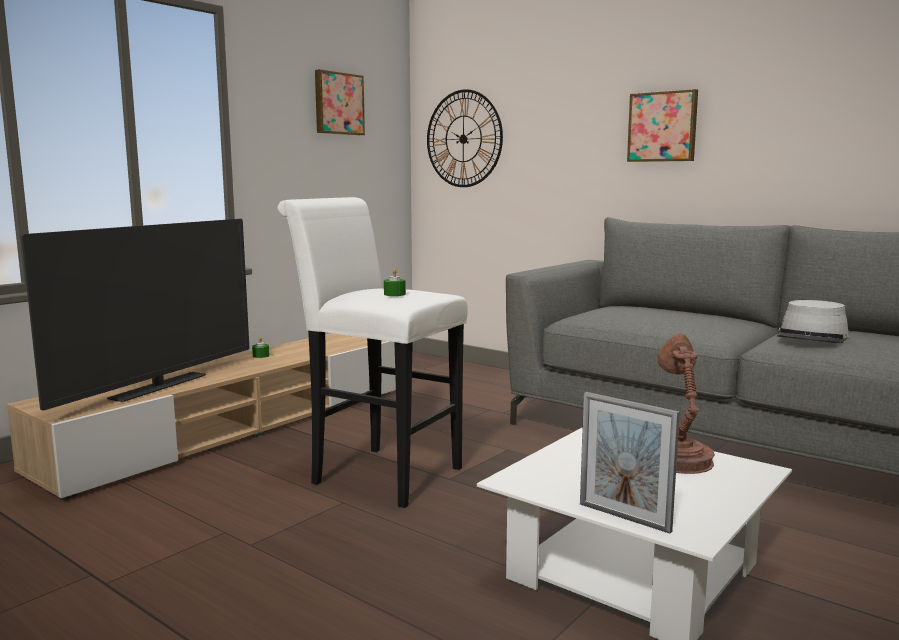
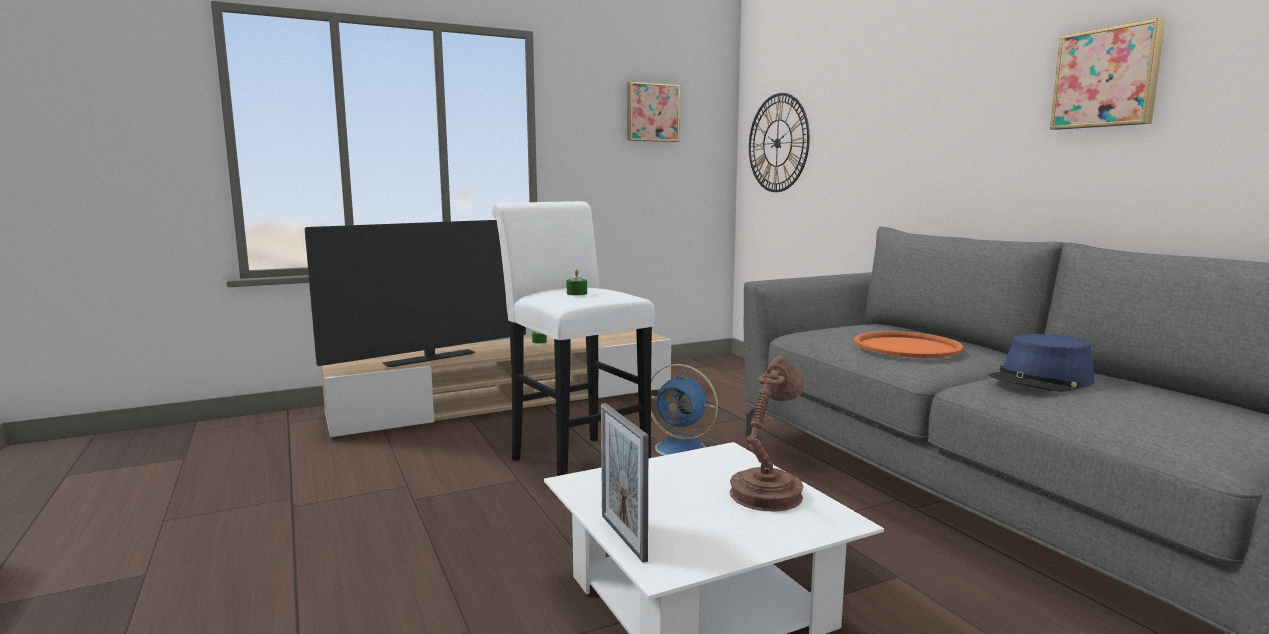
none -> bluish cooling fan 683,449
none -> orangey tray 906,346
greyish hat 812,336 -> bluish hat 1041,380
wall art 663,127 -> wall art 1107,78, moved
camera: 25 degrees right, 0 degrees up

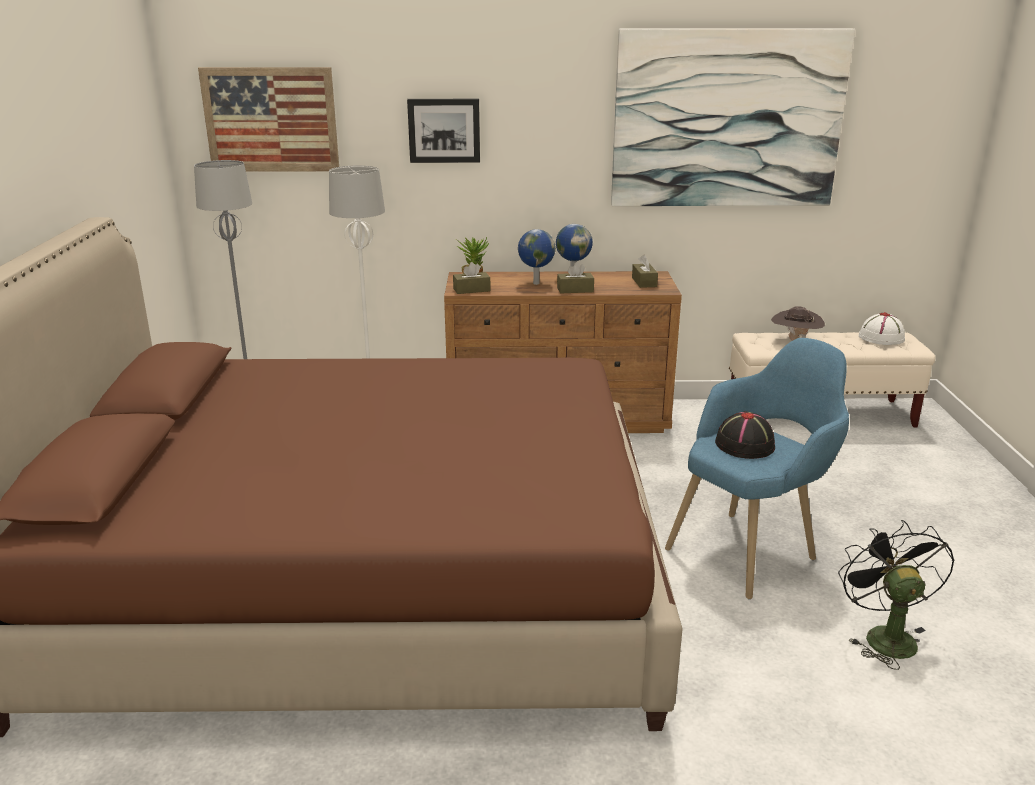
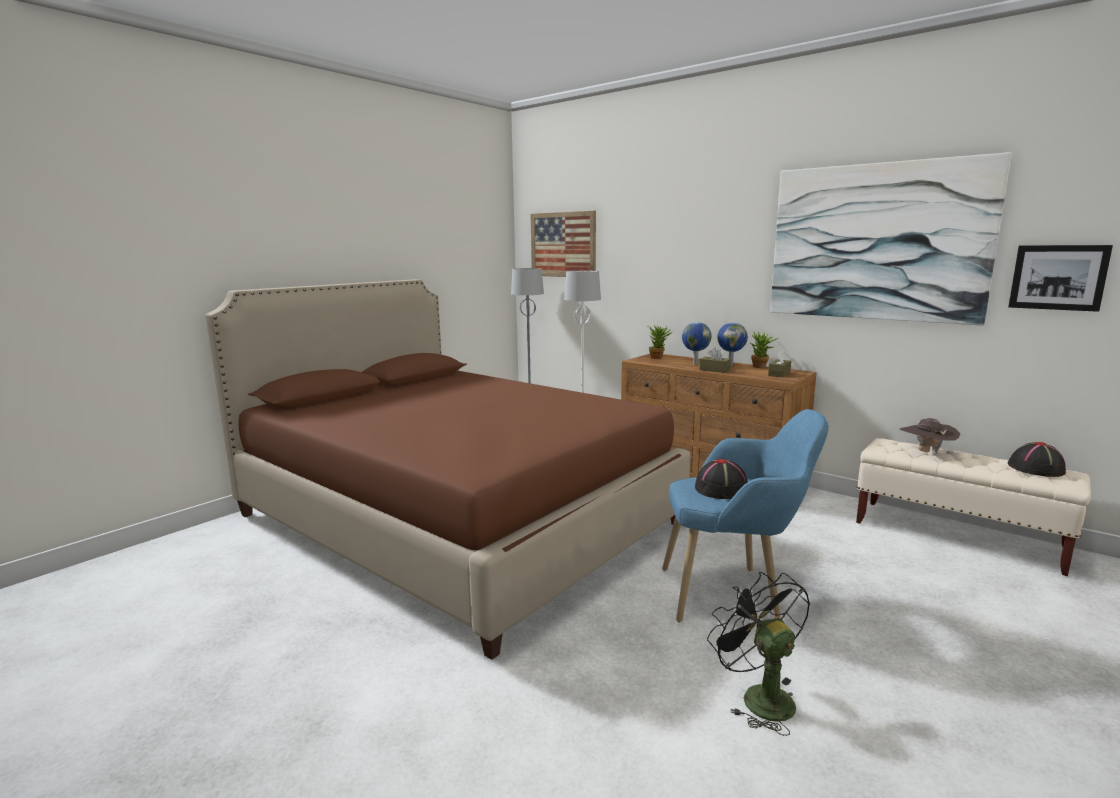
black-coloured cooling fan 884,635 -> black-coloured cooling fan 758,696, 60 degrees counterclockwise
none -> plant in a pot 761,367
wall art 444,130 -> wall art 1058,277, moved
white hat 881,338 -> black-coloured hat 1036,469
brownish tissue box 471,290 -> none
camera: 40 degrees right, 10 degrees down

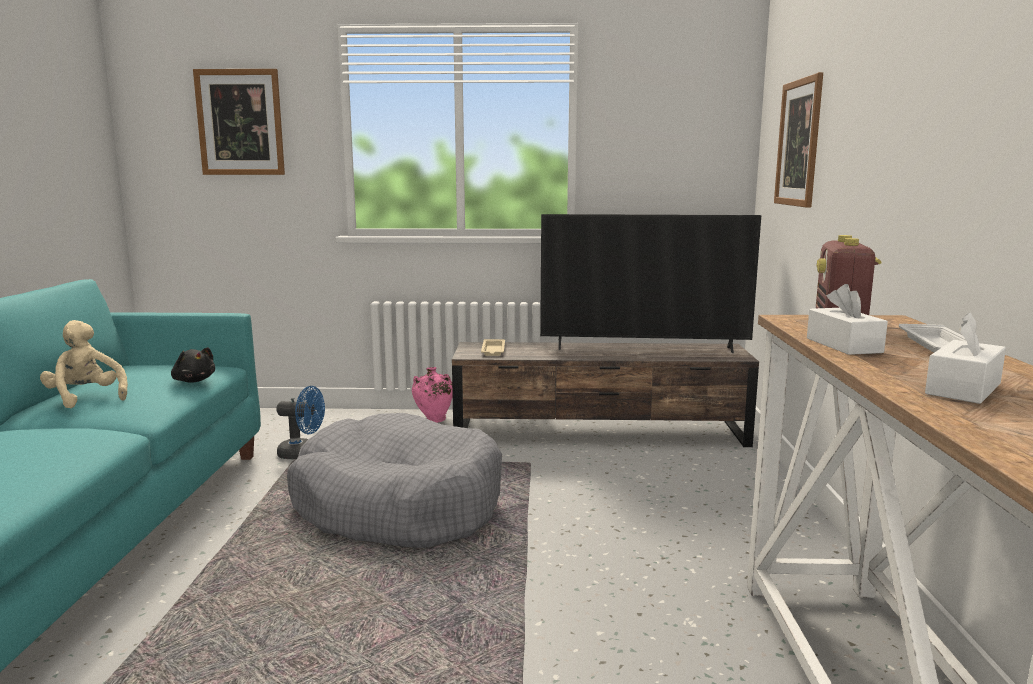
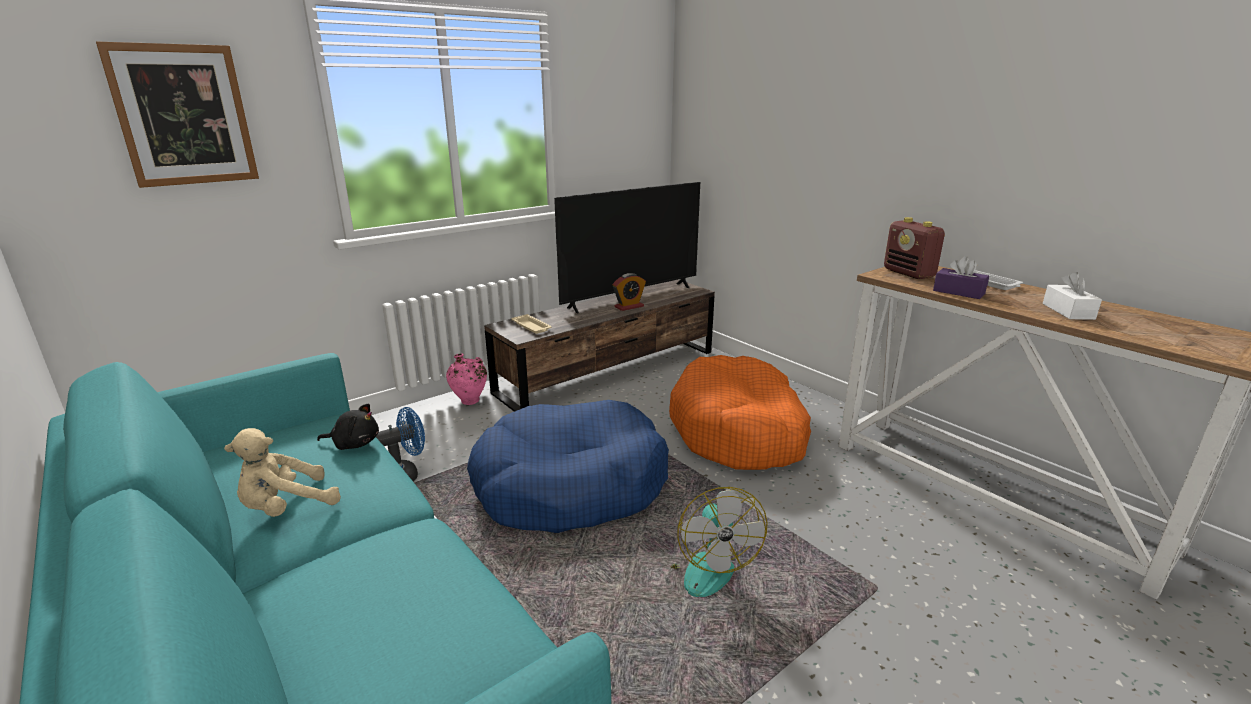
sand-coloured soft toy 86,398 -> sand-coloured soft toy 286,508, 45 degrees counterclockwise
greyish dog cushion 398,505 -> bluish dog cushion 570,485
none -> table clock 629,306
none -> orangey dog cushion 738,431
none -> cooling fan 704,565
white tissue box 843,345 -> purplish tissue box 958,292
wall art 798,143 -> none
camera: 40 degrees left, 10 degrees up

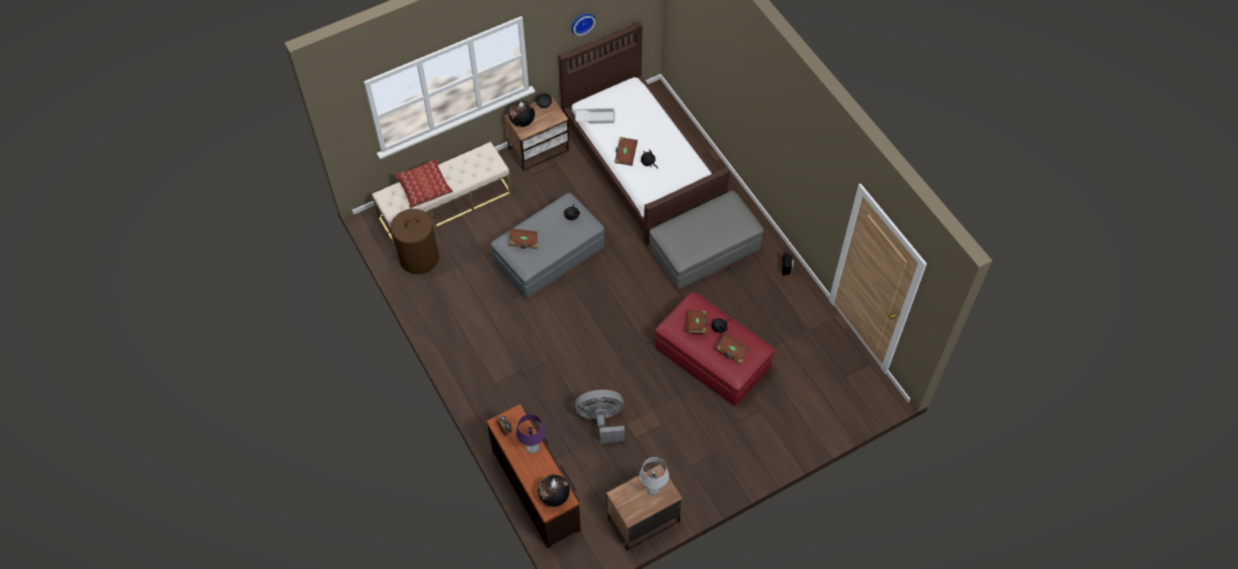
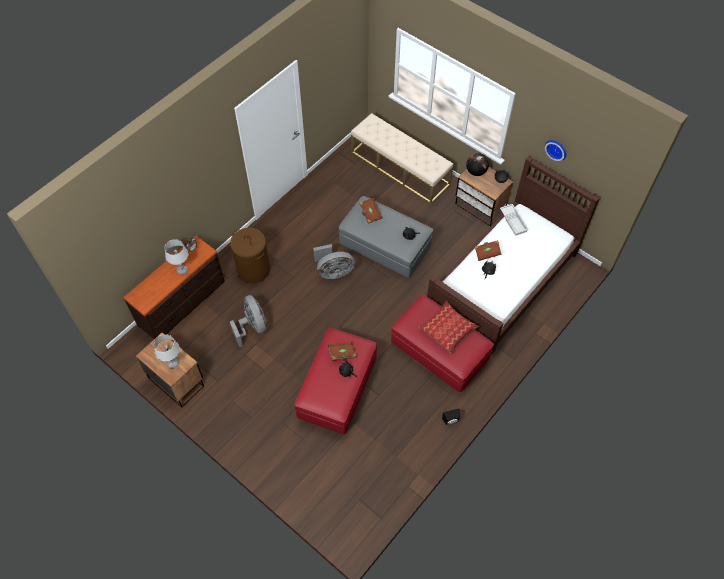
purplish lamp for a table 532,447 -> greyish lamp for a table 182,270
brownish hamper 419,258 -> brownish hamper 253,269, moved
none -> greyish cooling fan 333,272
greyish footrest 704,250 -> red-coloured footrest 439,351
cushion 424,187 -> cushion 448,329, moved
globe 554,497 -> none
brownish volume 731,352 -> none
camera: 70 degrees right, 0 degrees up

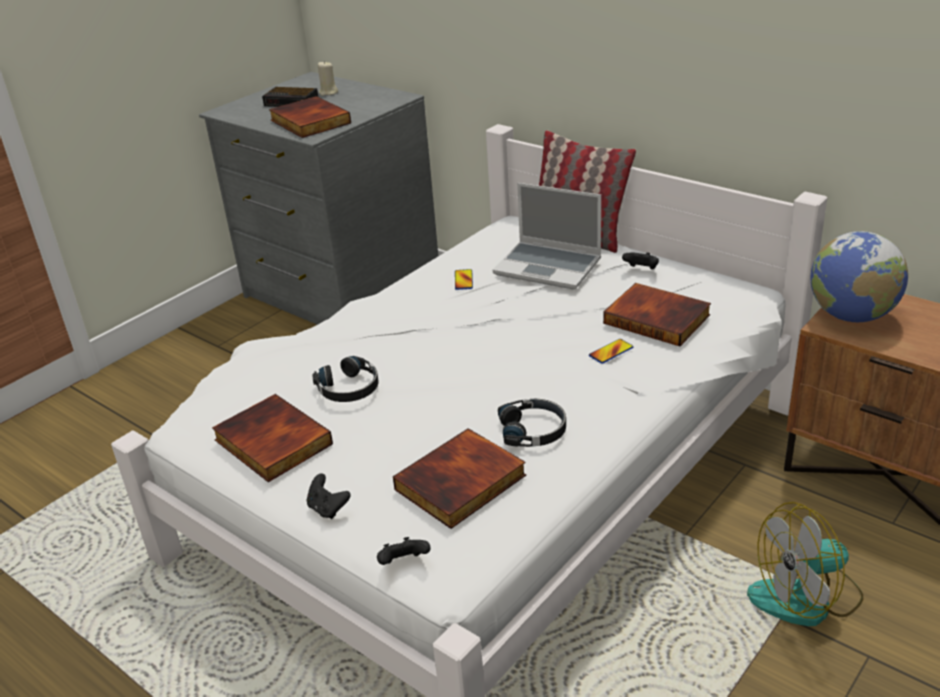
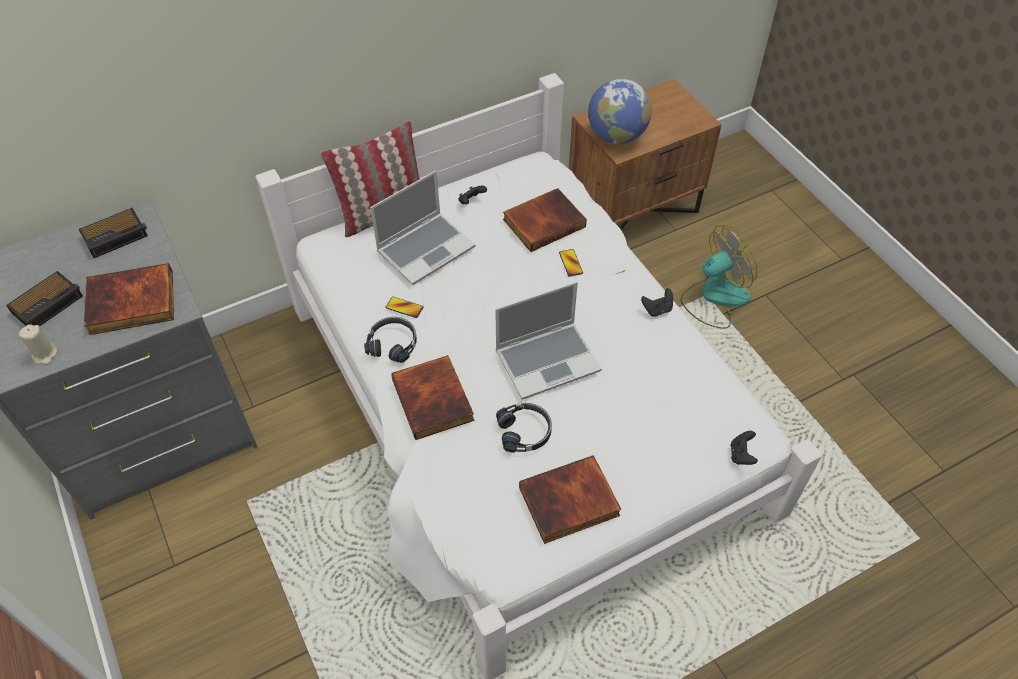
sand-coloured candle 328,92 -> sand-coloured candle 45,354, moved
none -> table clock 116,236
black-coloured headset 533,431 -> black-coloured headset 393,343, moved
volume 461,484 -> volume 434,400, moved
none -> notebook computer 548,360
black-coloured game controller 328,509 -> black-coloured game controller 657,309, moved
cooling fan 806,597 -> cooling fan 714,297, 120 degrees counterclockwise
camera: 70 degrees left, 20 degrees up

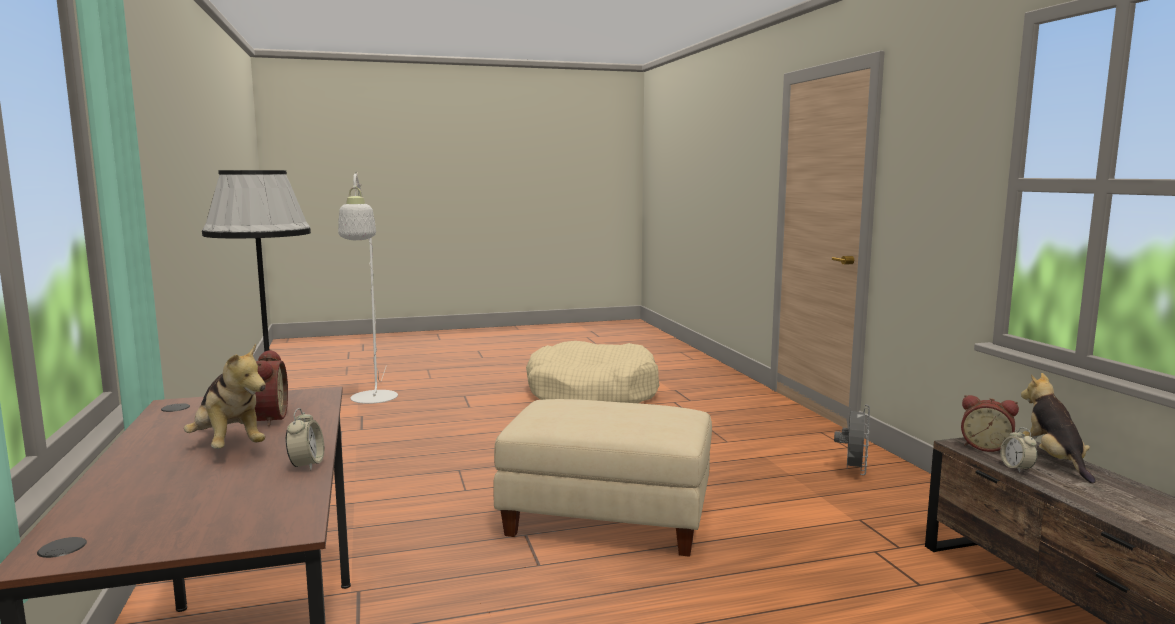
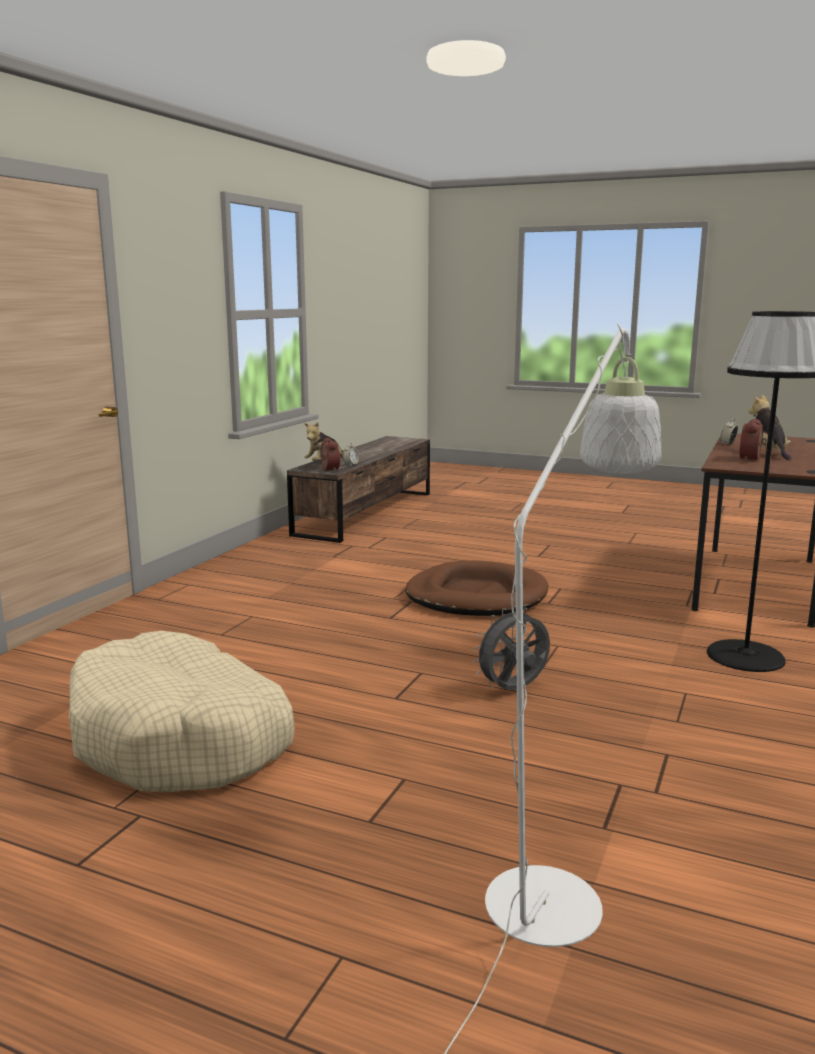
sand-coloured footrest 608,518 -> brownish dog cushion 476,596
greyish cooling fan 853,471 -> greyish cooling fan 513,690, moved
camera: 140 degrees left, 5 degrees up

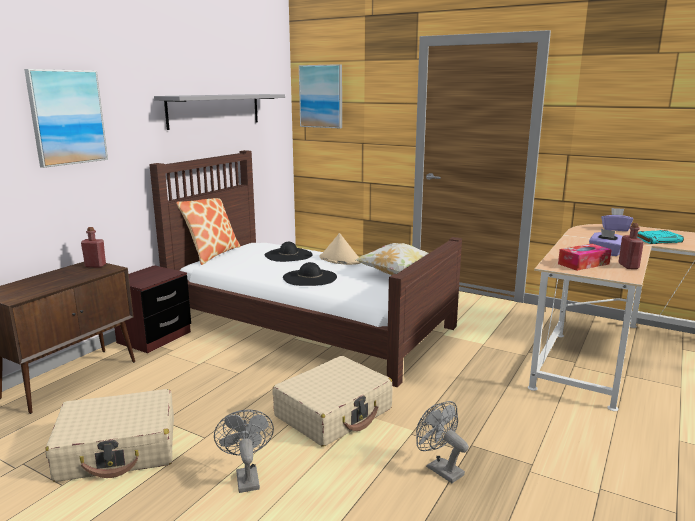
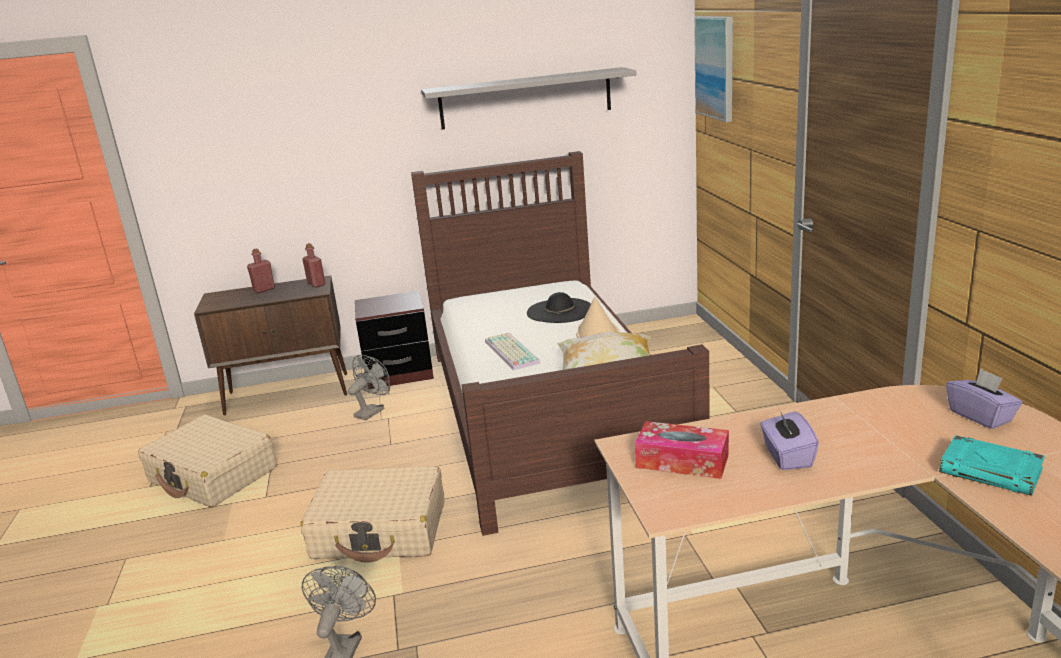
red-coloured drink bottle 628,266 -> red-coloured drink bottle 264,289, moved
greyish cooling fan 246,477 -> greyish cooling fan 372,411, moved
black-coloured hat 310,277 -> PC keyboard 509,352
wall art 67,117 -> none
cushion 212,254 -> none
camera: 50 degrees right, 5 degrees up

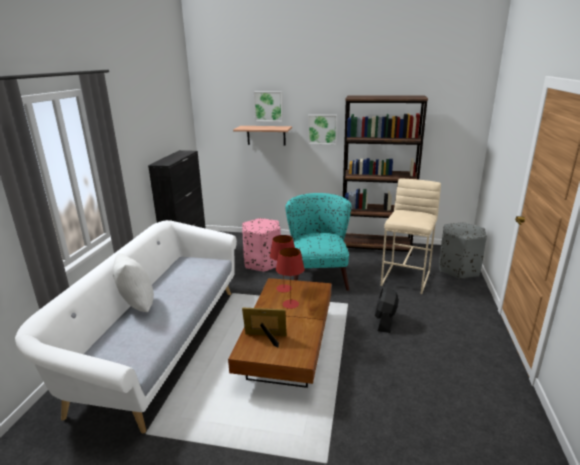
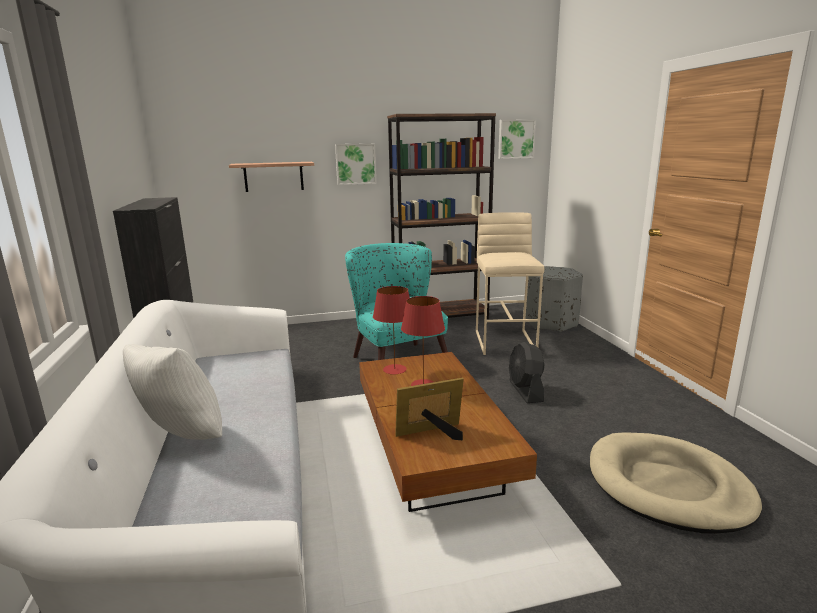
wall art 268,106 -> wall art 516,139, moved
none -> sand-coloured dog cushion 667,486
pinkish footrest 263,263 -> none
camera: 25 degrees left, 5 degrees down

